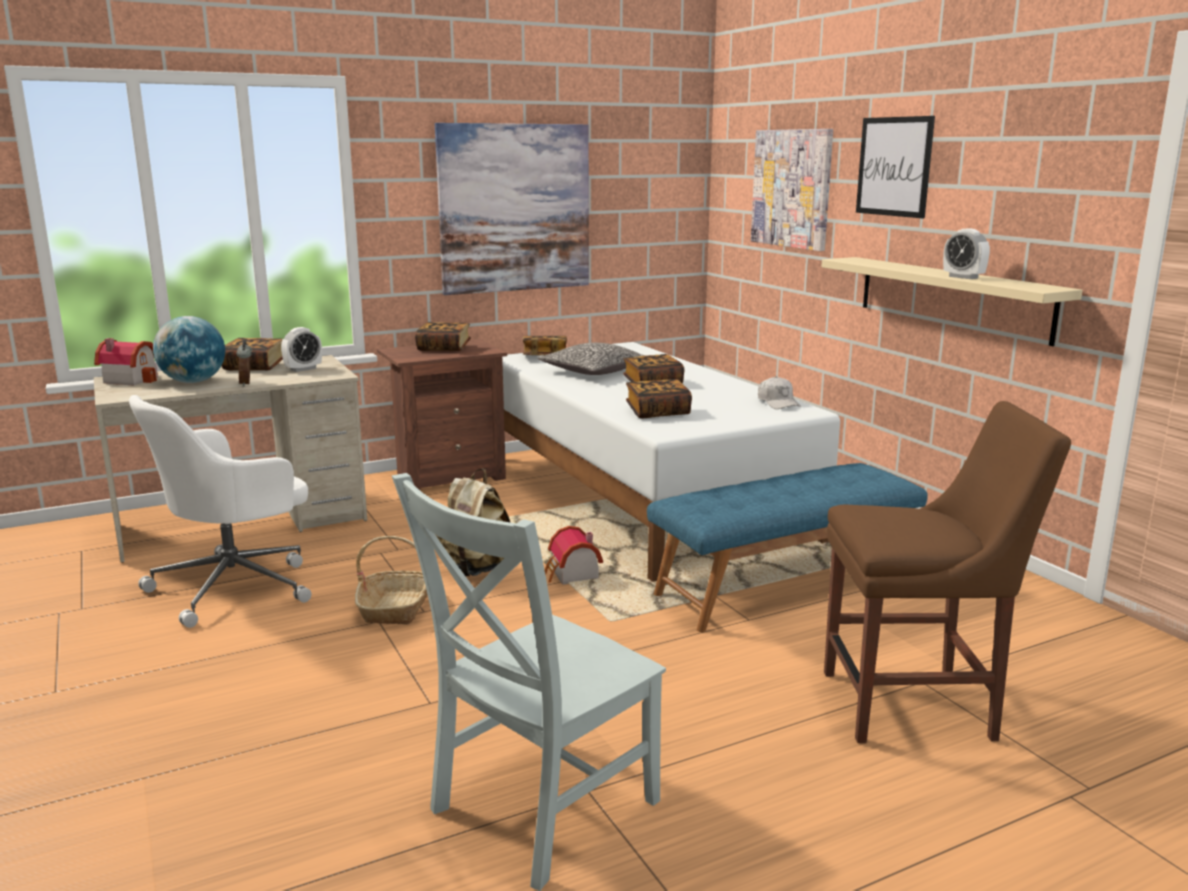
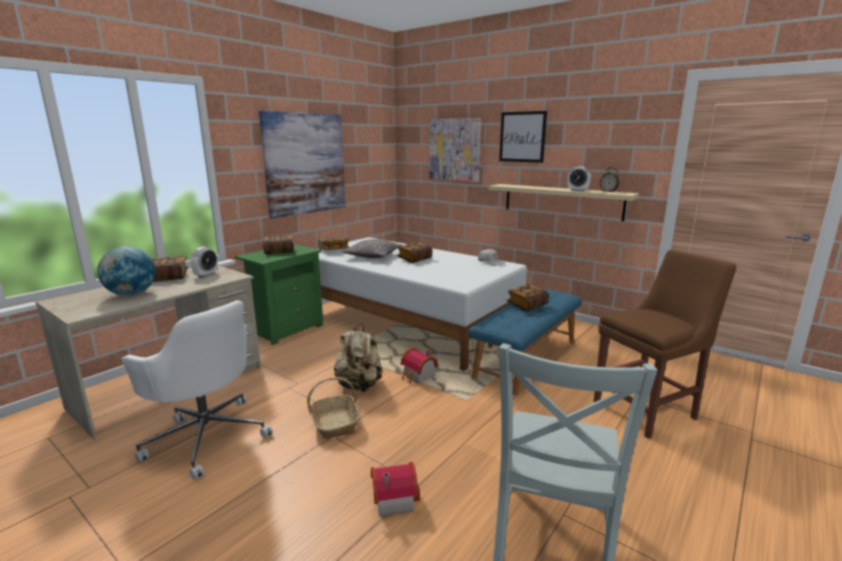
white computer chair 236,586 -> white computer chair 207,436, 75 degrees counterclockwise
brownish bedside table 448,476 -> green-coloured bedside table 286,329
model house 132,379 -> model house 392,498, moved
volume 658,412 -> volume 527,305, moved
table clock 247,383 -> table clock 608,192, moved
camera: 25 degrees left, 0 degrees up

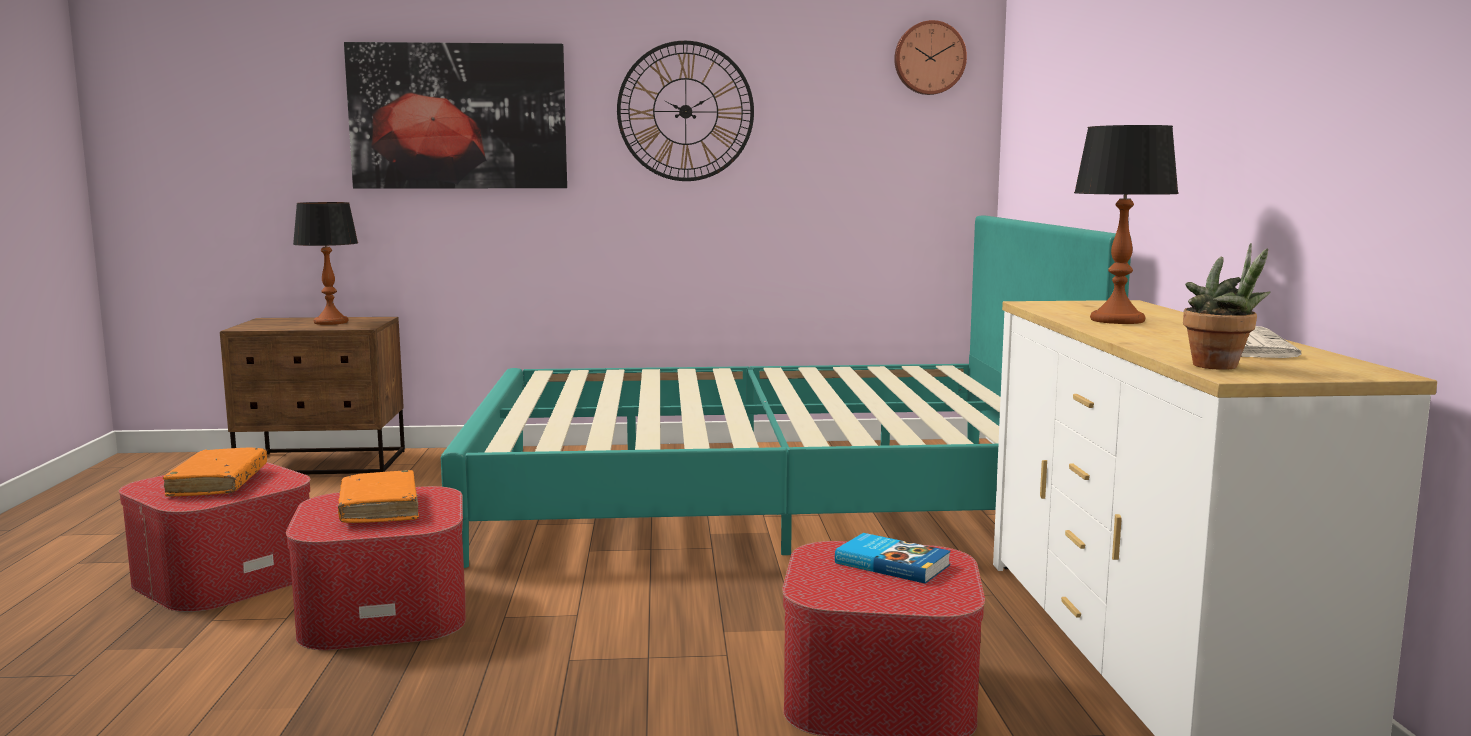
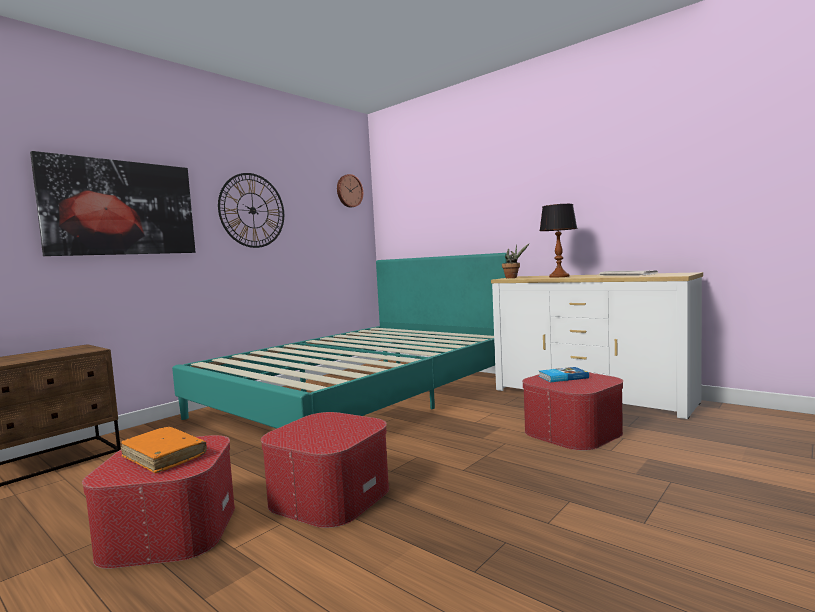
plant in a pot 1221,367 -> plant in a pot 513,278, moved
lamp for a table 331,322 -> none
orangey volume 379,509 -> none
camera: 45 degrees left, 5 degrees down

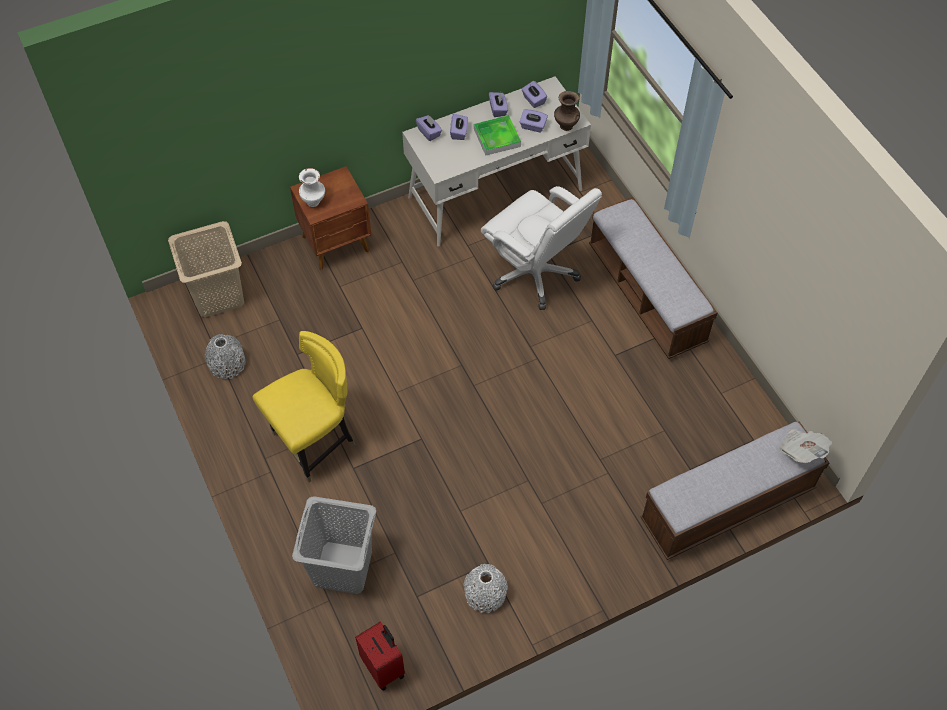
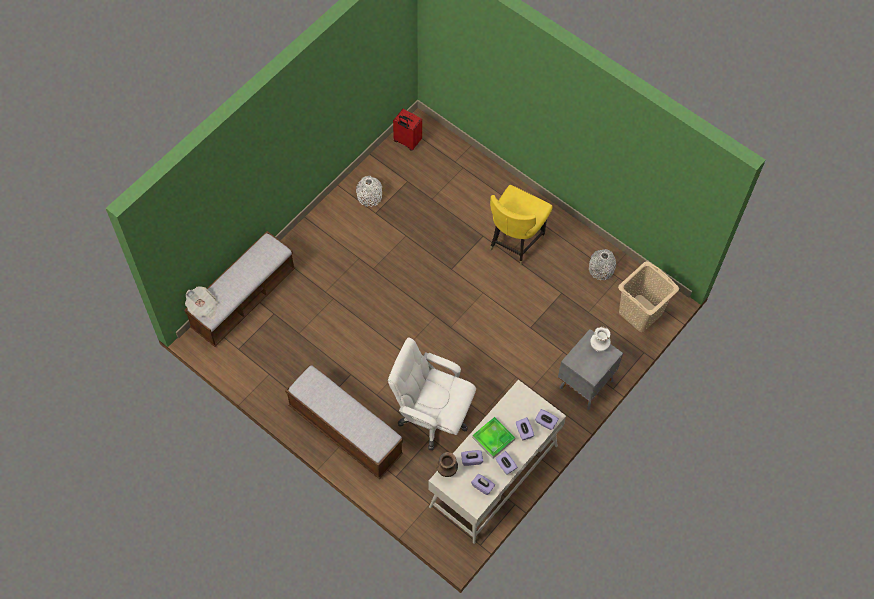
brownish bedside table 337,244 -> greyish bedside table 585,384
greyish hamper 342,566 -> none
camera: 155 degrees right, 5 degrees up

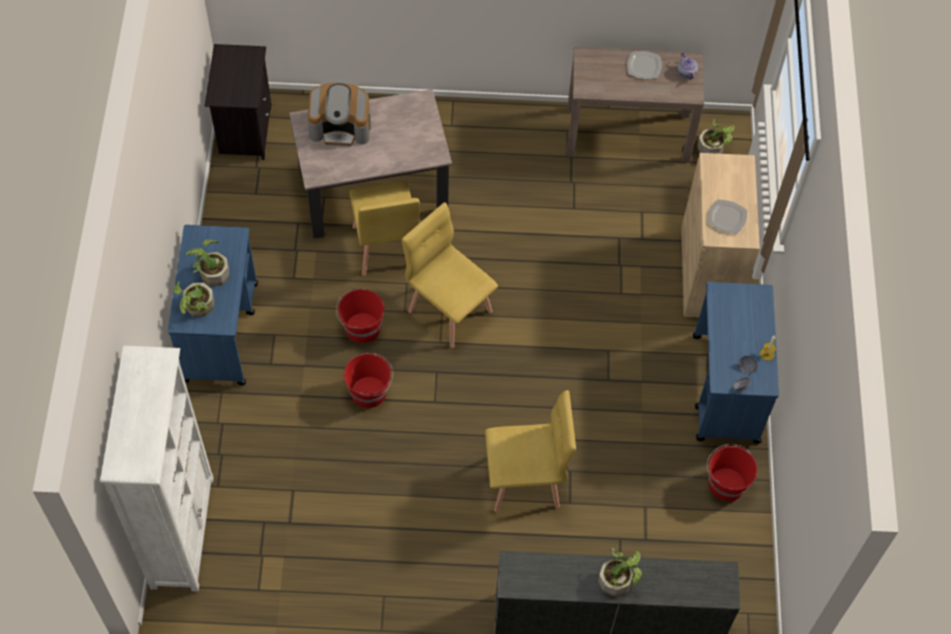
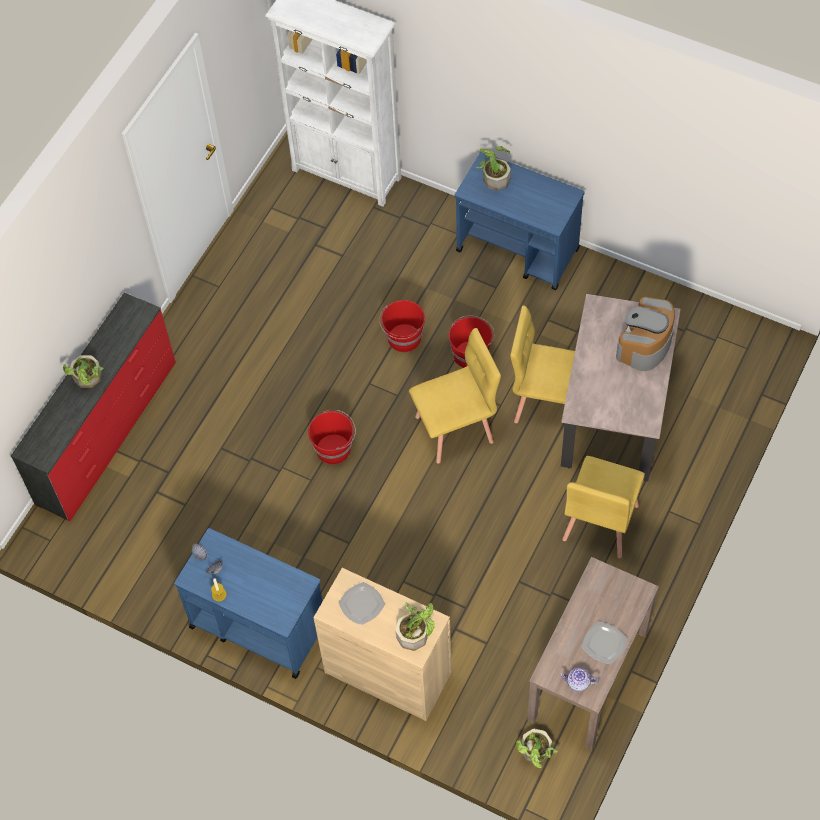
red-coloured pail 726,483 -> red-coloured pail 334,448, moved
plant in a pot 211,272 -> plant in a pot 416,633, moved
yellow-coloured plain chair 525,481 -> yellow-coloured plain chair 599,523, moved
black-coloured bedside table 244,130 -> none
camera: 120 degrees right, 0 degrees up

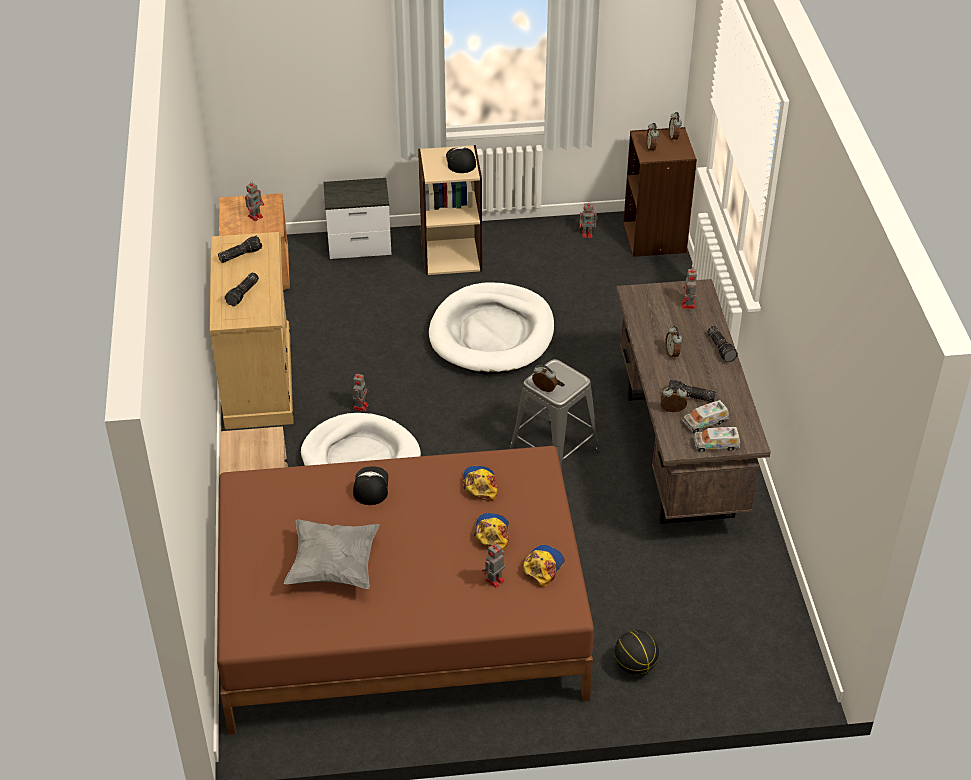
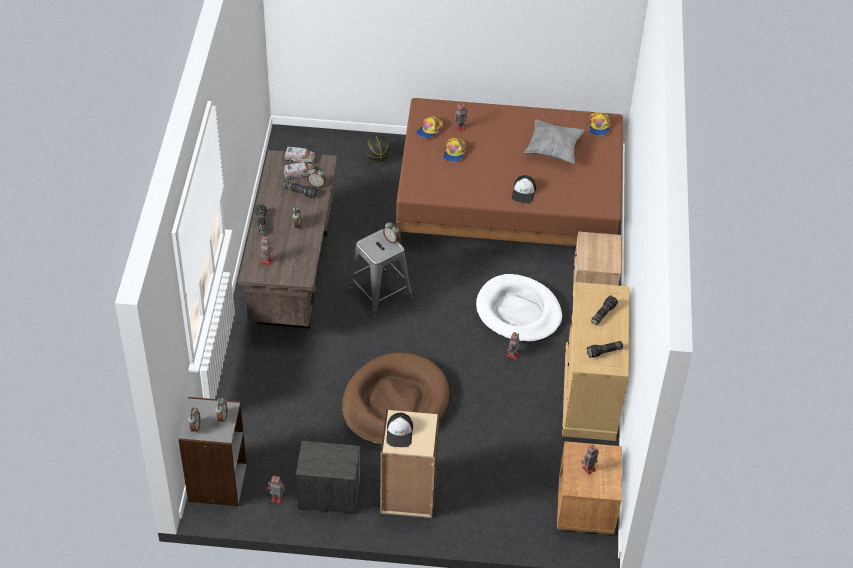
brownish bookcase 655,237 -> greyish bookcase 216,482
bedside table 360,245 -> bedside table 328,494, moved
white dog cushion 492,333 -> brownish dog cushion 395,403
baseball cap 480,485 -> baseball cap 599,126, moved
camera: 170 degrees left, 5 degrees up

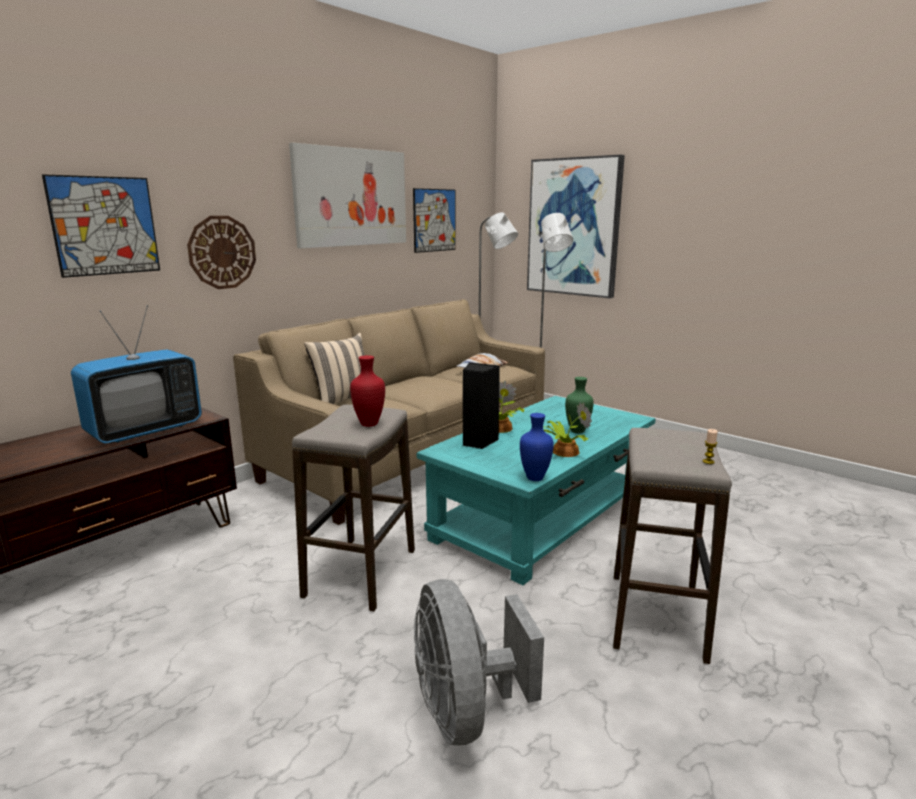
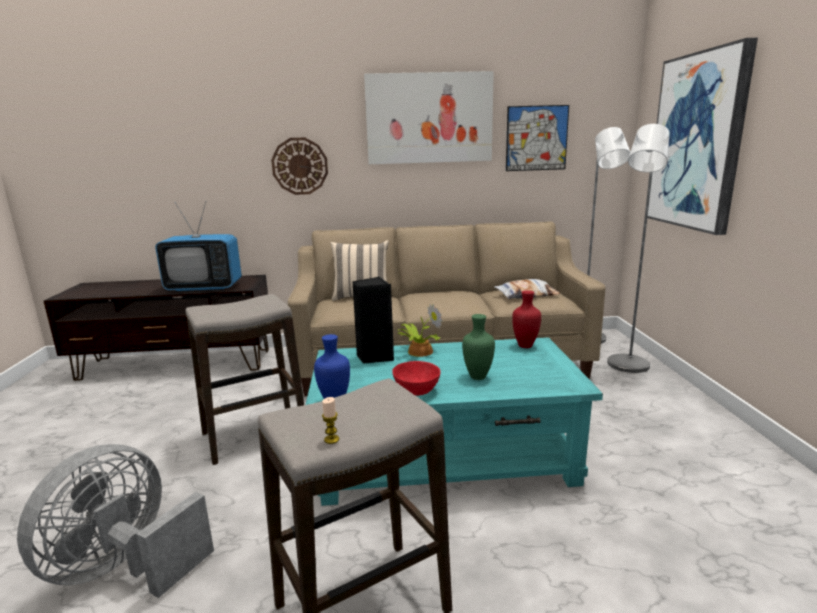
plant in a pot 563,451 -> red-coloured deep dish 416,390
red-coloured flower vase 368,424 -> red-coloured flower vase 524,346, moved
wall art 105,226 -> none
camera: 45 degrees right, 0 degrees up

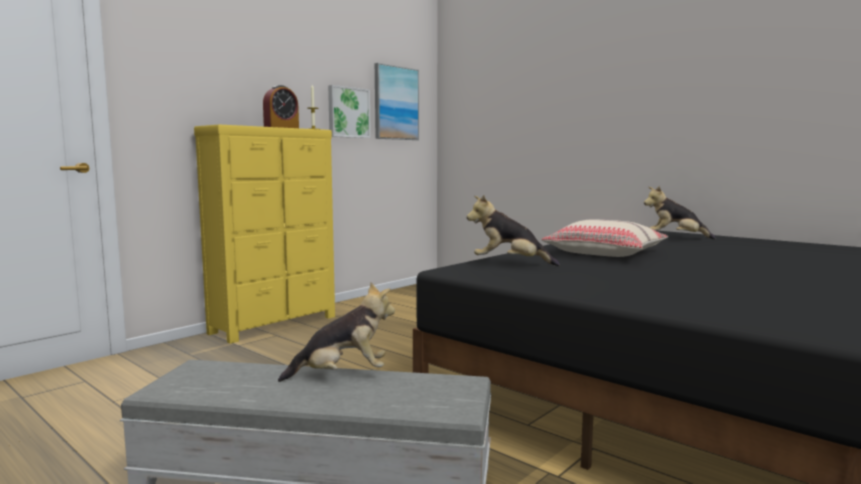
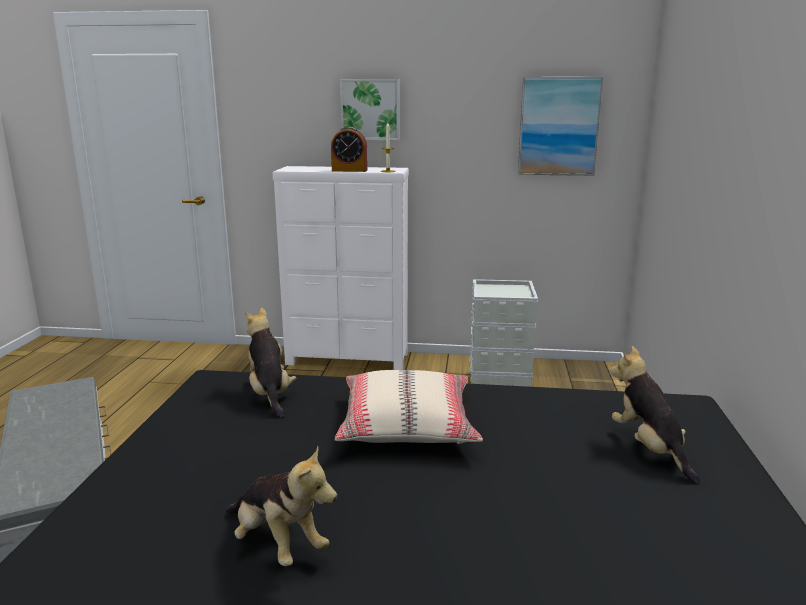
soft toy 342,375 -> soft toy 277,544, moved
yellow-coloured drawer chest 275,325 -> white drawer chest 347,359
wall art 348,112 -> wall art 370,109, moved
none -> greyish storage box 499,383
camera: 55 degrees right, 10 degrees up

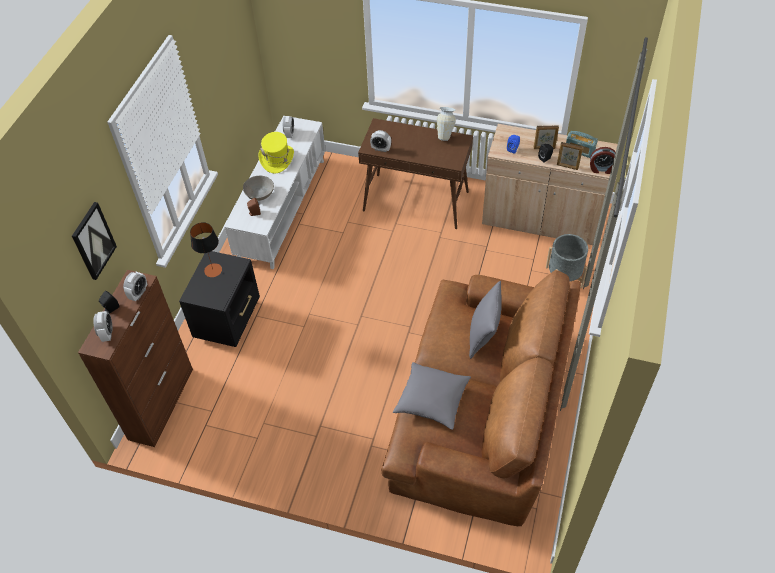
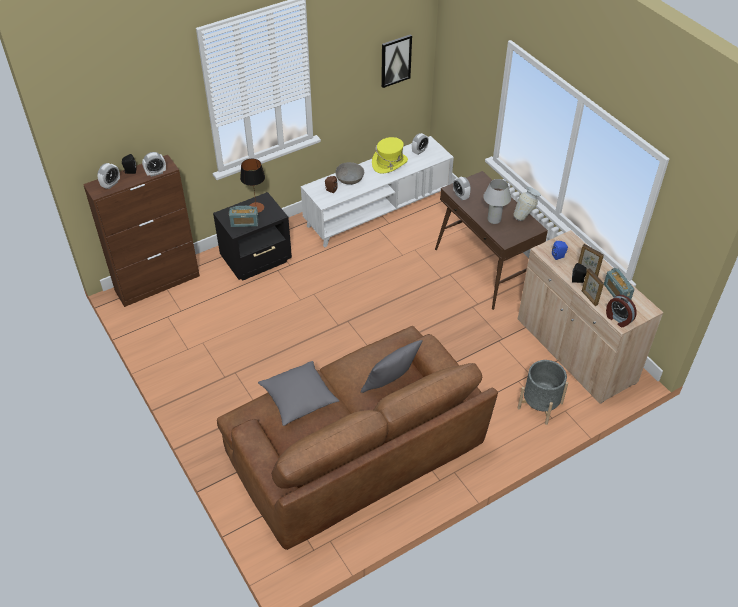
none -> radio 244,223
wall art 93,241 -> wall art 395,60, moved
none -> white lamp for a table 494,220
camera: 40 degrees right, 5 degrees down

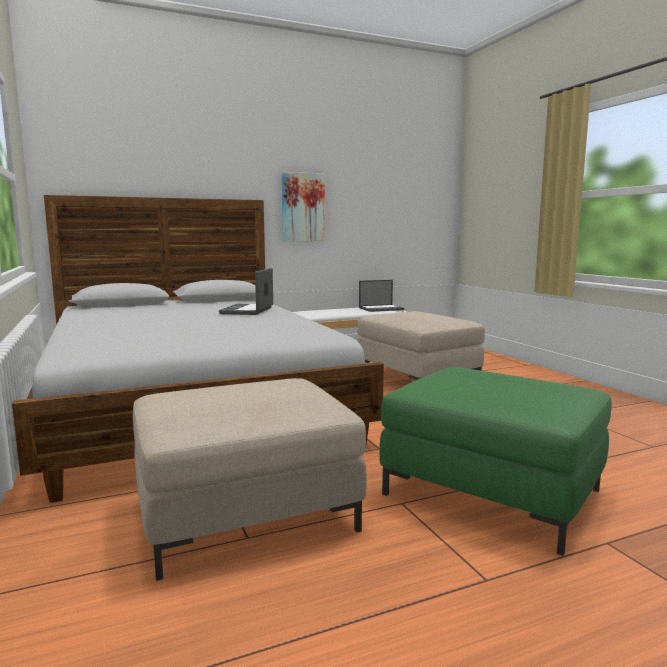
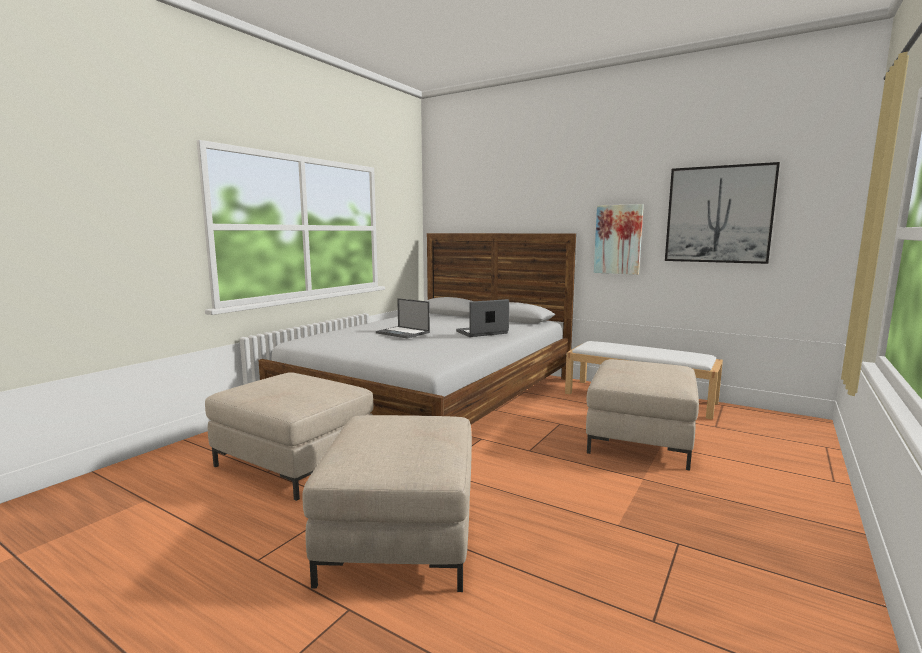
green-coloured footrest 491,492 -> sand-coloured footrest 400,534
notebook computer 381,308 -> notebook computer 403,333, moved
none -> wall art 718,214
camera: 55 degrees right, 0 degrees up

